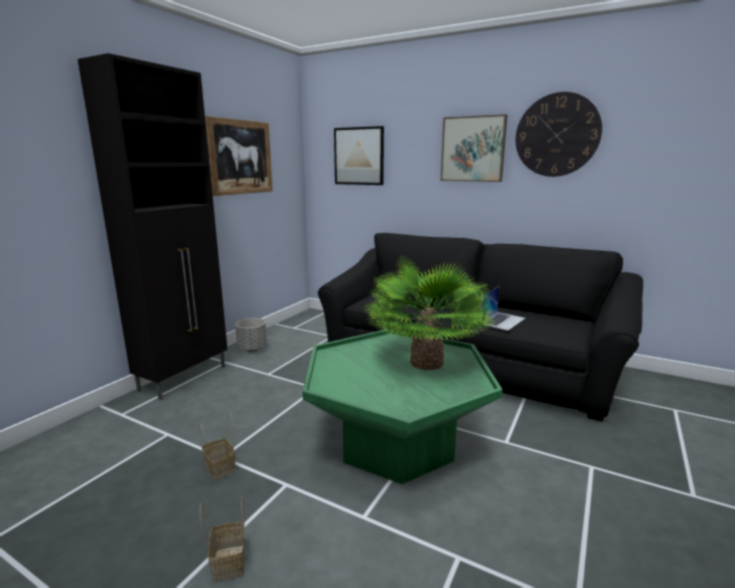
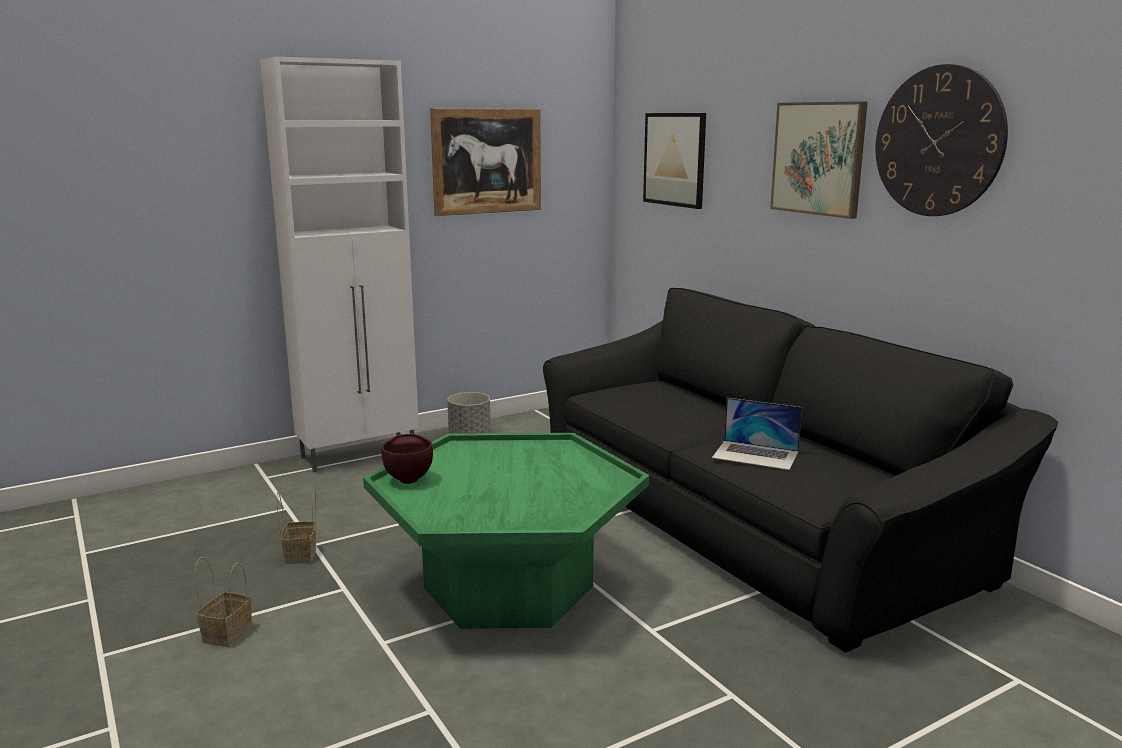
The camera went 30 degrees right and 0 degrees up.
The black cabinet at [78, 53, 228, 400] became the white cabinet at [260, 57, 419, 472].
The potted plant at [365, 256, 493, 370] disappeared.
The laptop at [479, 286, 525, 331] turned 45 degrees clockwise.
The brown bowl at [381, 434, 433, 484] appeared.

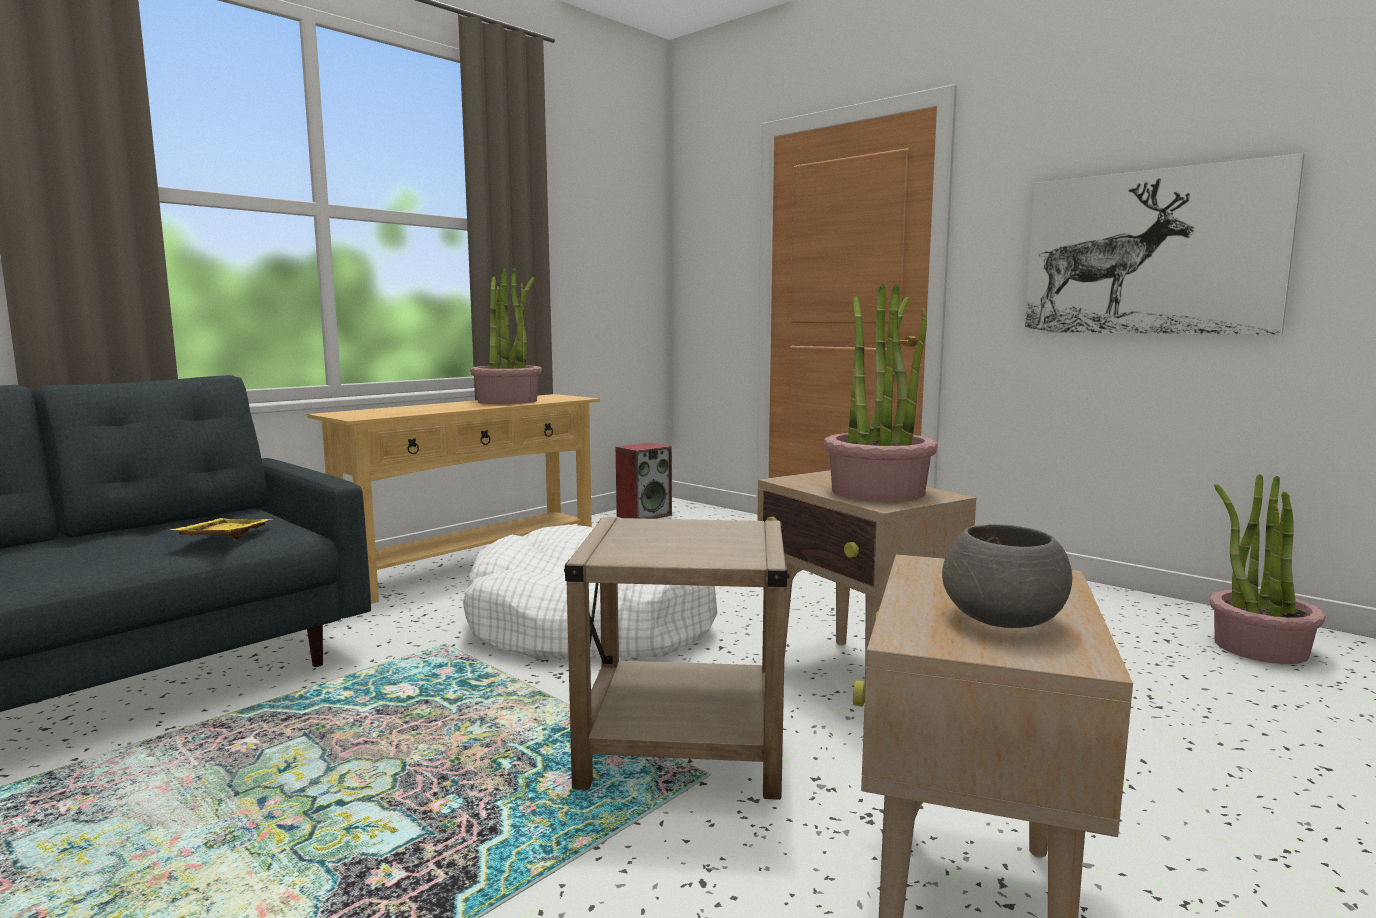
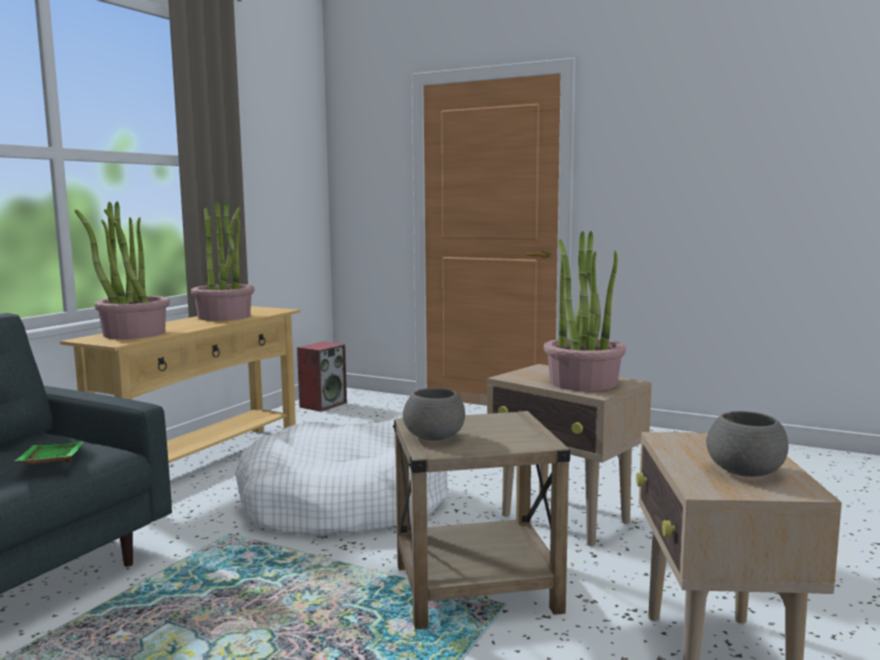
The camera went 15 degrees left and 0 degrees up.
The yellow tray at [169, 518, 273, 539] became the green tray at [15, 442, 84, 464].
The picture at [1024, 153, 1304, 335] disappeared.
The potted plant moved from [1209, 474, 1326, 664] to [75, 201, 170, 339].
The grey bowl at [403, 388, 465, 441] appeared.

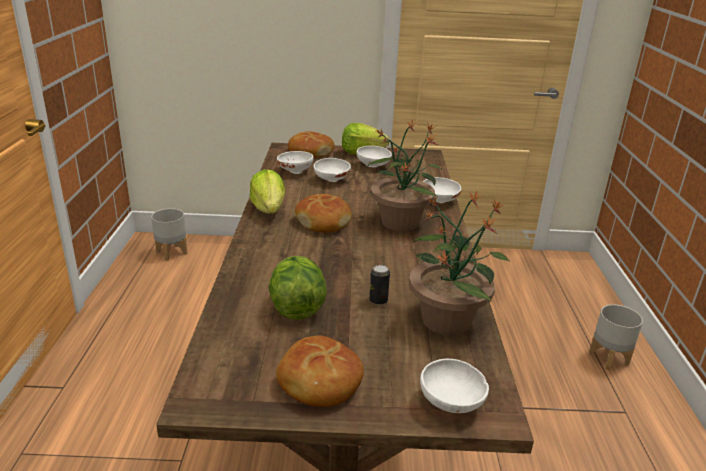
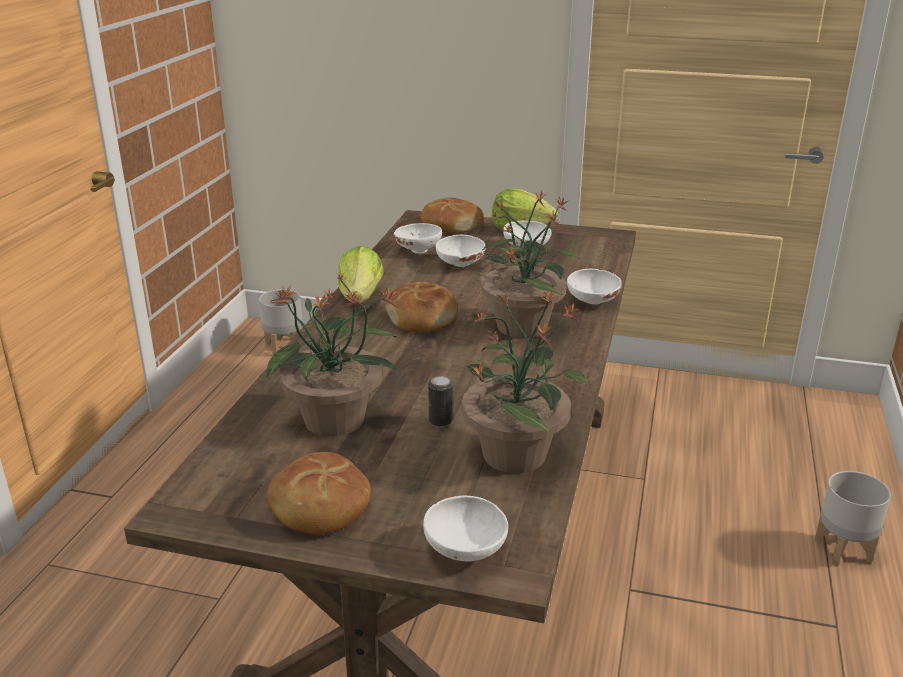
The camera went 15 degrees right and 0 degrees up.
The lettuce at [269, 256, 327, 320] was replaced by the potted plant at [267, 273, 399, 436].

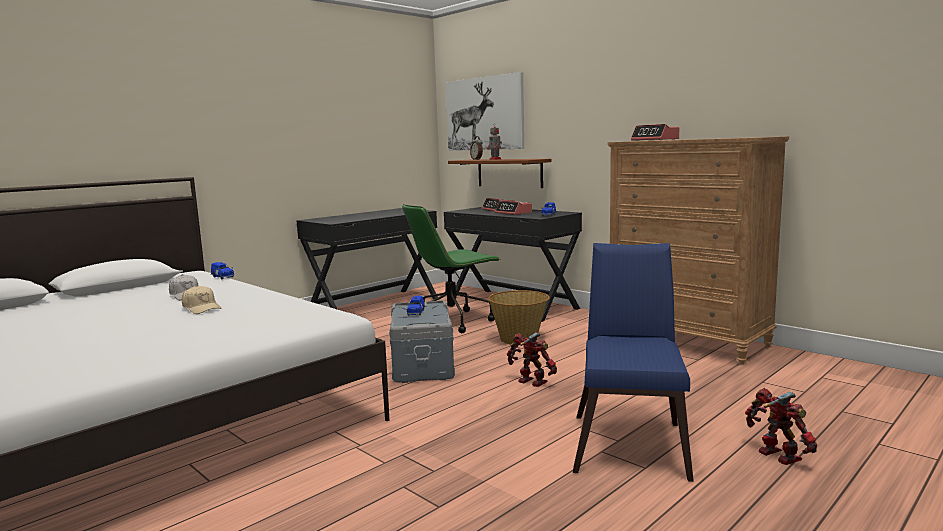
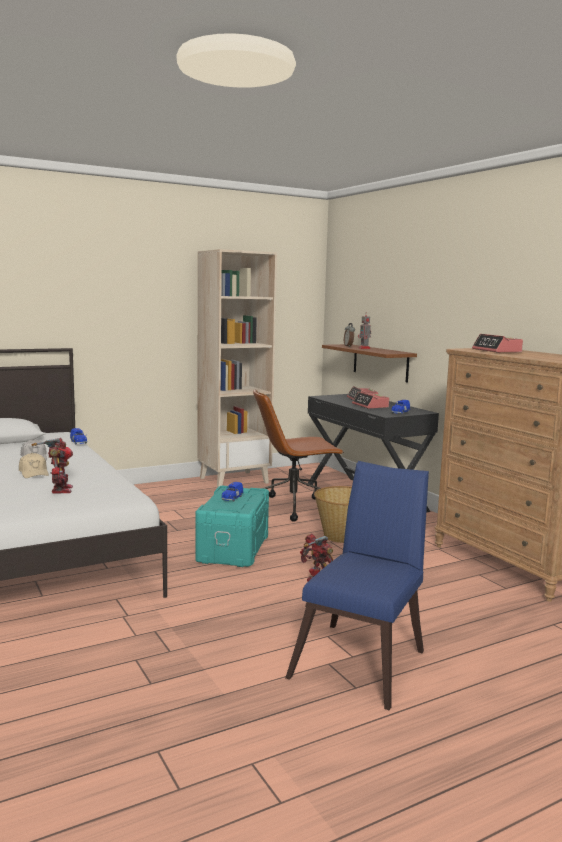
The camera went 15 degrees right and 0 degrees up.
The black desk at [296, 208, 438, 309] was replaced by the beige bookcase at [197, 249, 277, 488].
The grey storage box at [389, 301, 455, 383] became the turquoise storage box at [195, 486, 269, 567].
The green office chair at [402, 204, 500, 333] became the brown office chair at [253, 390, 344, 522].
The picture at [446, 72, 524, 151] disappeared.
The toy robot moved from [745, 388, 817, 465] to [31, 438, 73, 494].

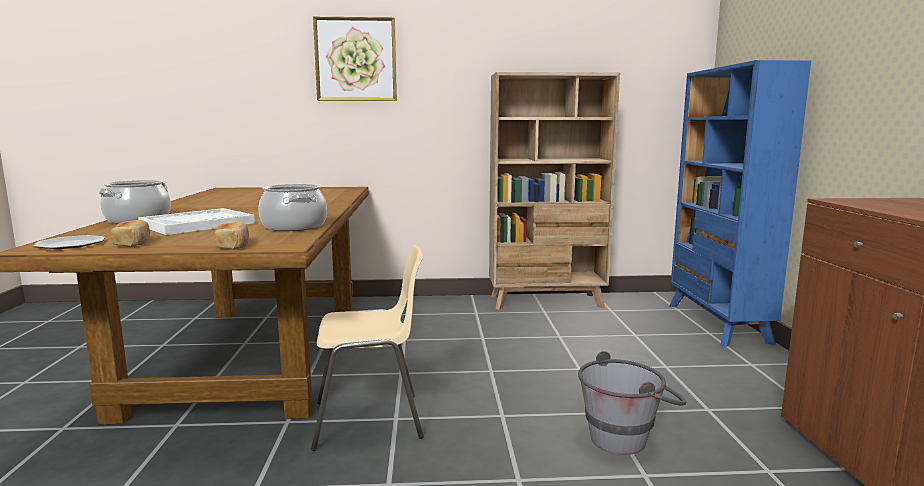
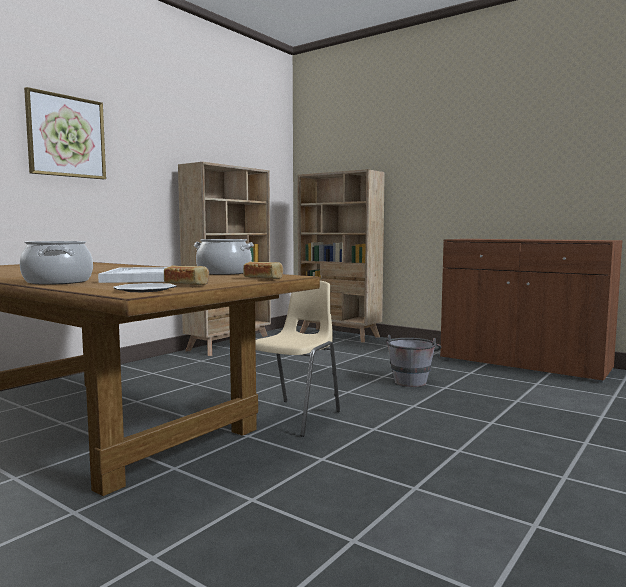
The camera went 50 degrees left and 5 degrees down.
The blue bookcase at [669, 60, 811, 347] became the beige bookcase at [298, 169, 385, 343].

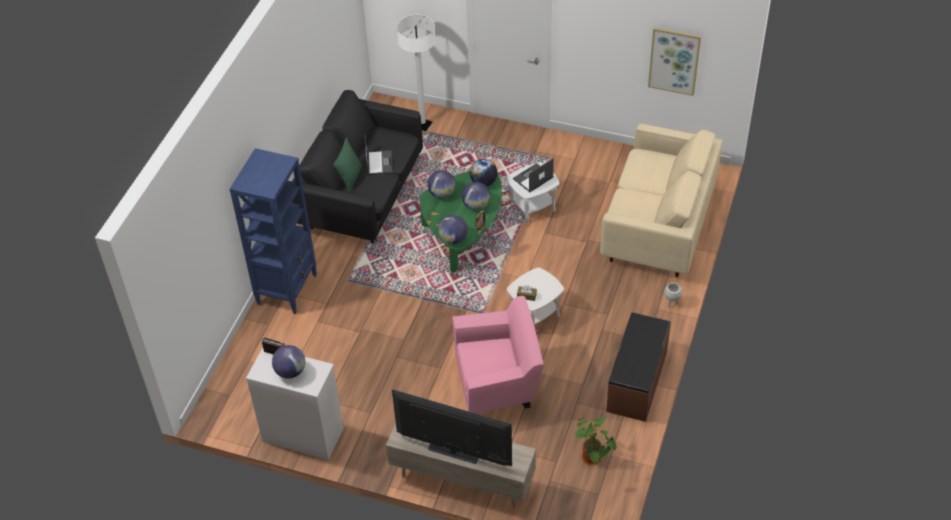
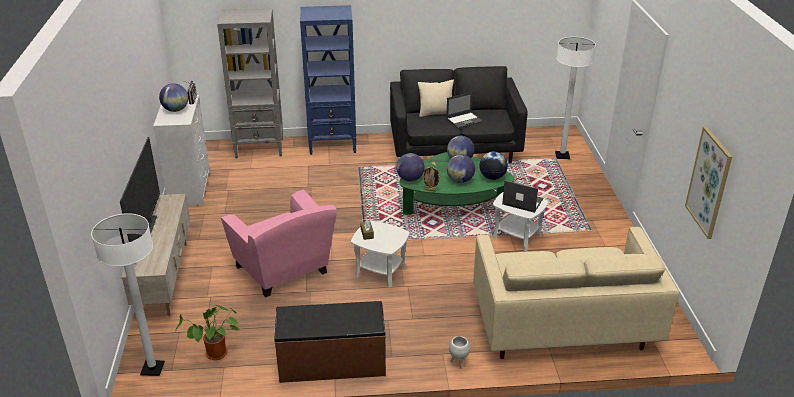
The camera went 65 degrees right and 15 degrees down.
The green pillow at [334, 137, 362, 193] became the beige pillow at [418, 80, 454, 117].
The white floor lamp at [91, 213, 165, 376] appeared.
The grey bookcase at [217, 8, 283, 158] appeared.

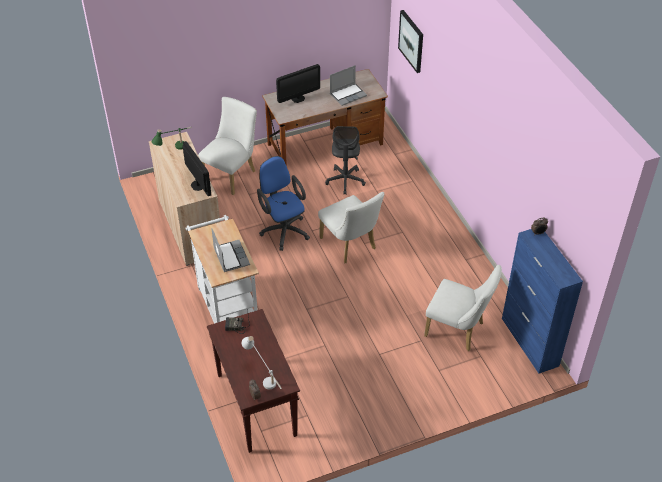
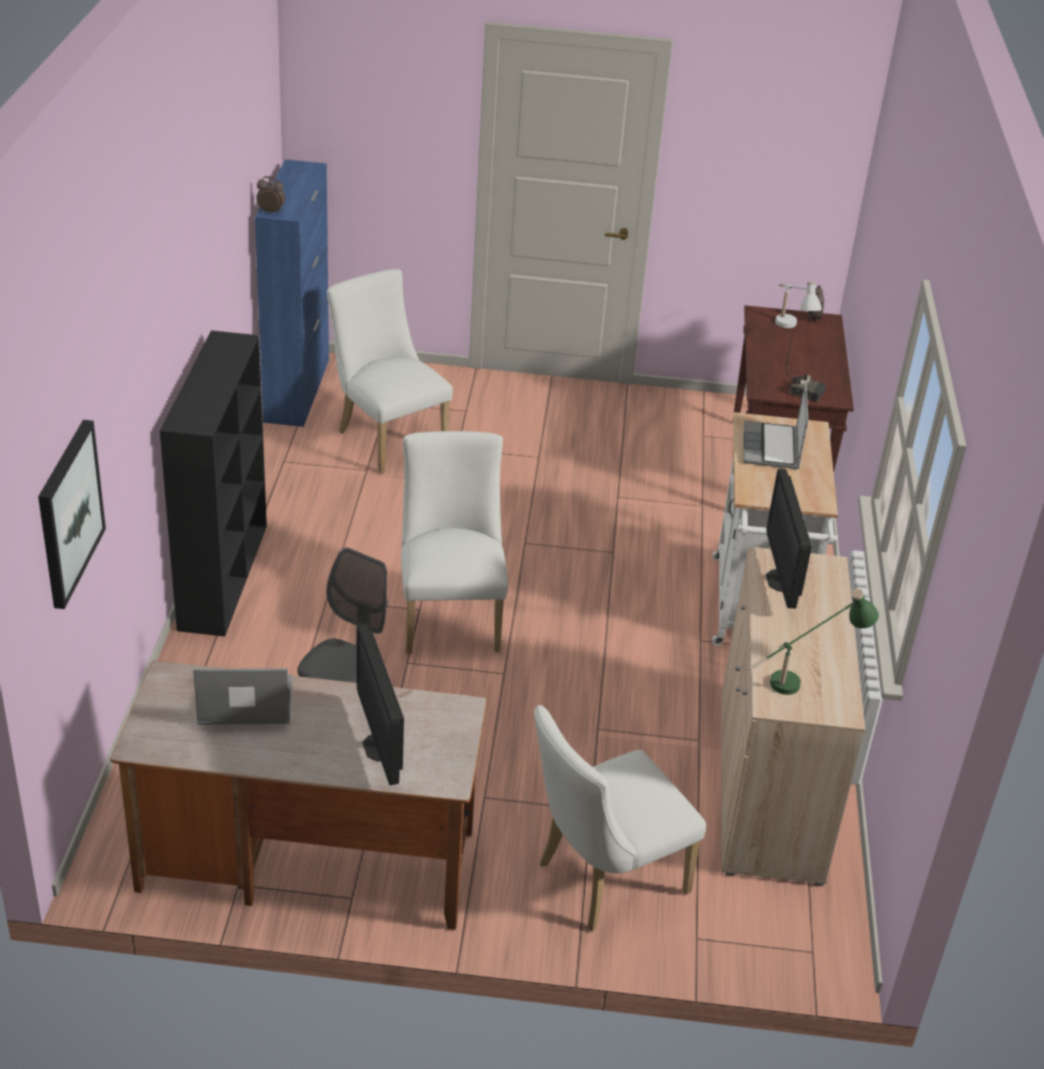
The camera went 155 degrees left and 10 degrees down.
The blue office chair at [257, 156, 310, 251] disappeared.
The monitor at [276, 64, 320, 103] turned 105 degrees counterclockwise.
The black bookcase at [160, 330, 267, 636] appeared.

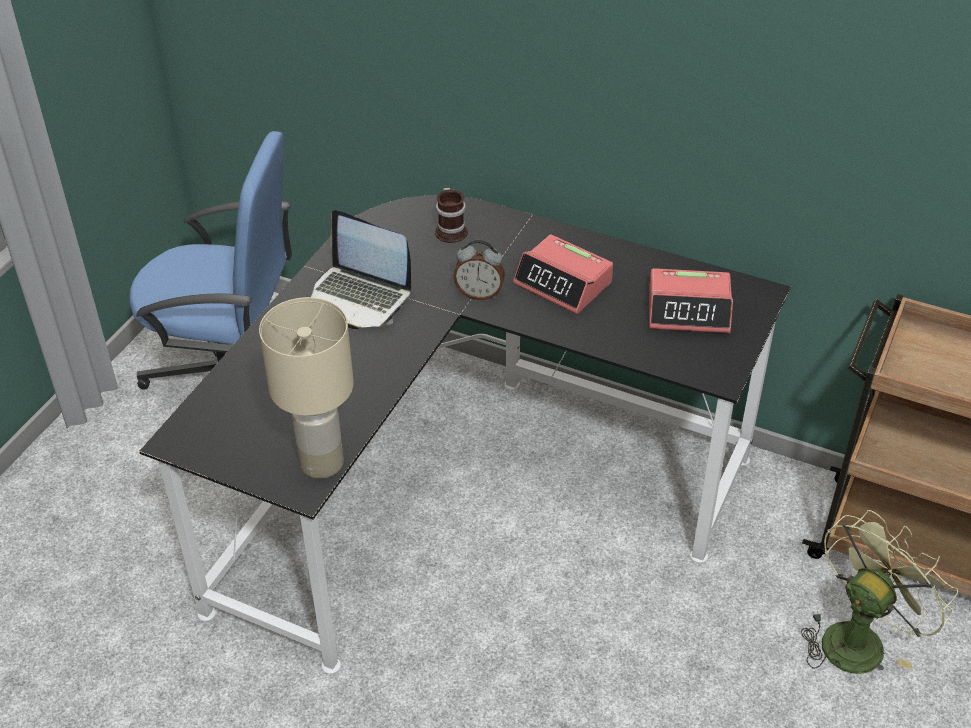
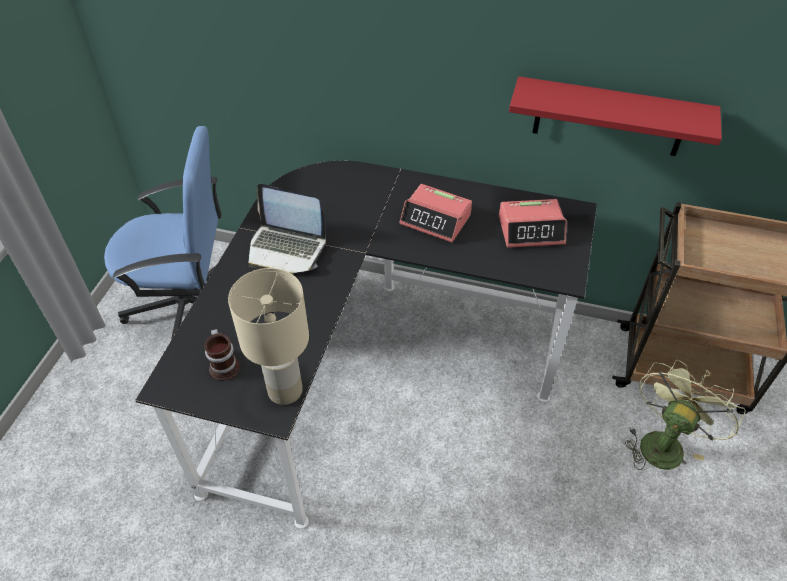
The camera went 10 degrees left and 5 degrees up.
The mug moved from [435, 188, 468, 243] to [204, 329, 240, 381].
The alarm clock at [453, 240, 505, 300] disappeared.
The red shelf at [509, 76, 722, 156] appeared.

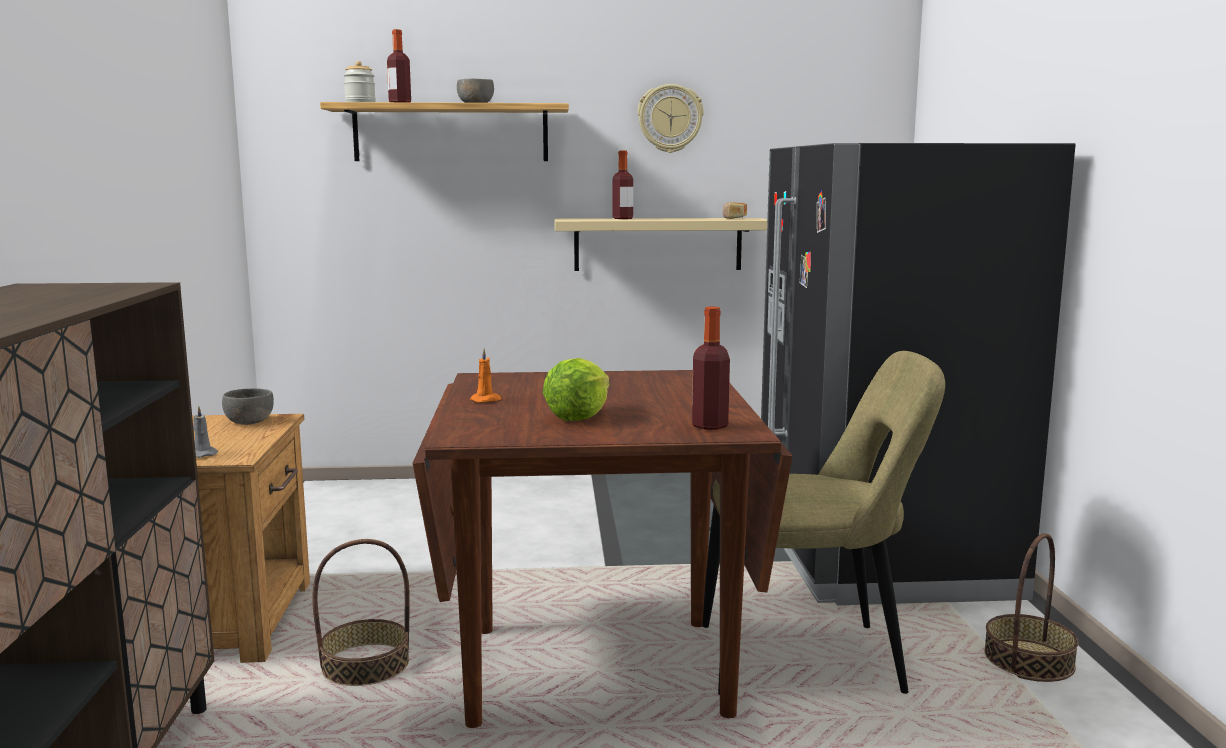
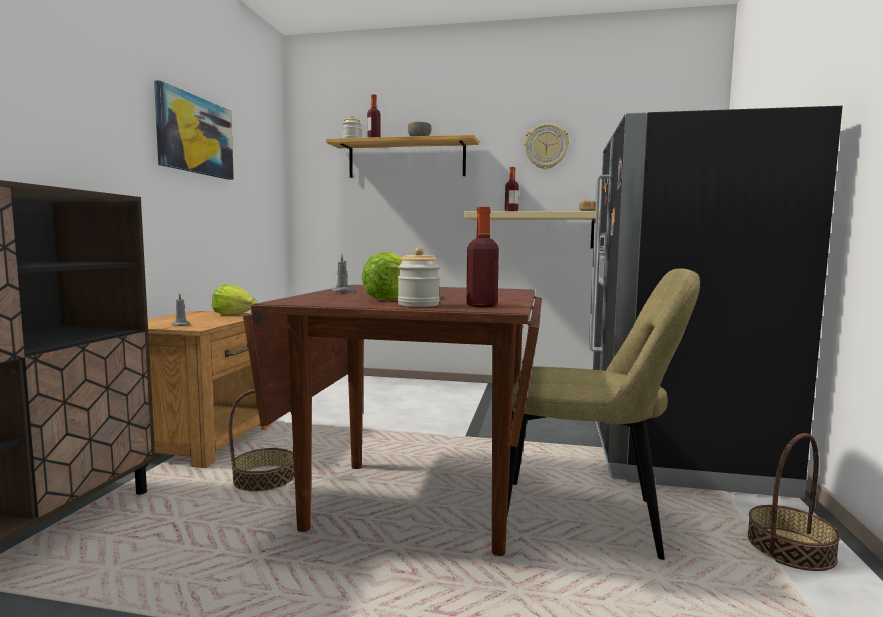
The camera went 15 degrees right and 5 degrees down.
The grey bowl at [222, 388, 274, 425] was replaced by the lettuce at [212, 285, 257, 316].
The orange candle at [470, 348, 502, 403] became the grey candle at [331, 254, 355, 292].
The picture at [154, 80, 234, 180] appeared.
The jar at [398, 248, 440, 307] appeared.

